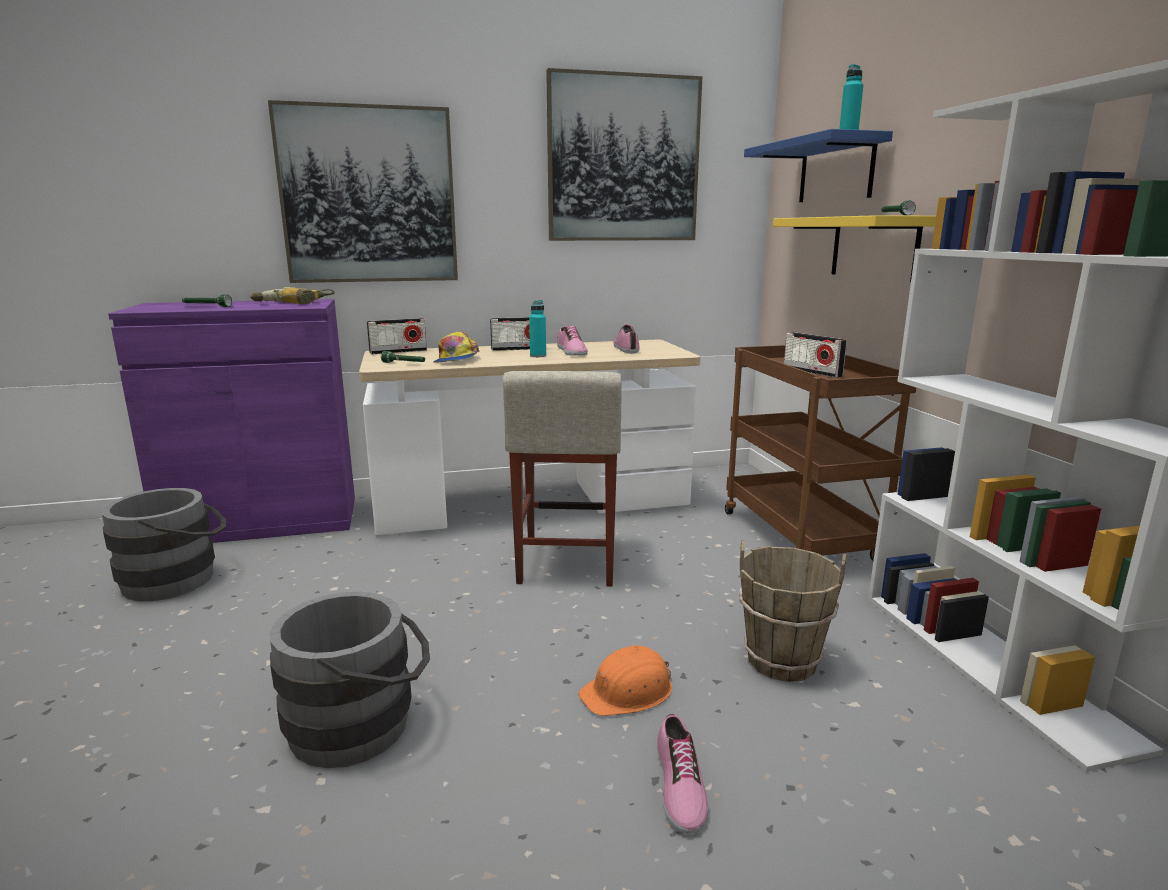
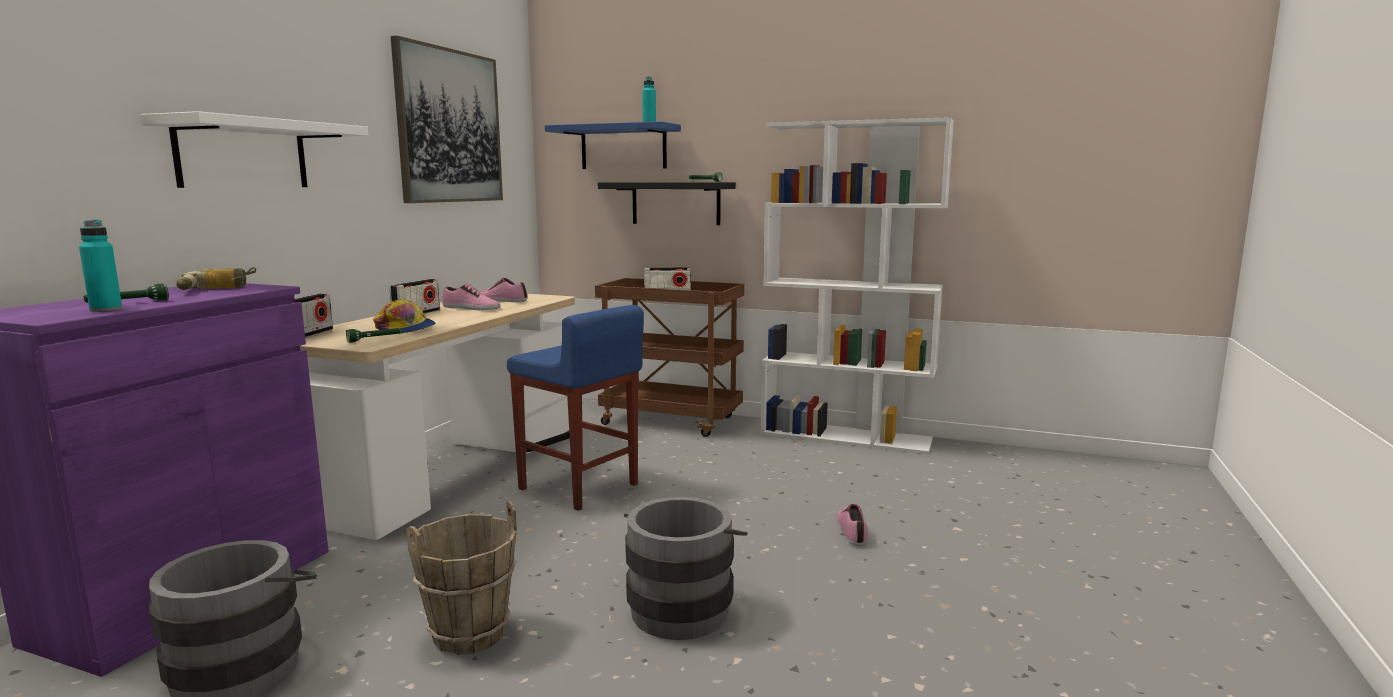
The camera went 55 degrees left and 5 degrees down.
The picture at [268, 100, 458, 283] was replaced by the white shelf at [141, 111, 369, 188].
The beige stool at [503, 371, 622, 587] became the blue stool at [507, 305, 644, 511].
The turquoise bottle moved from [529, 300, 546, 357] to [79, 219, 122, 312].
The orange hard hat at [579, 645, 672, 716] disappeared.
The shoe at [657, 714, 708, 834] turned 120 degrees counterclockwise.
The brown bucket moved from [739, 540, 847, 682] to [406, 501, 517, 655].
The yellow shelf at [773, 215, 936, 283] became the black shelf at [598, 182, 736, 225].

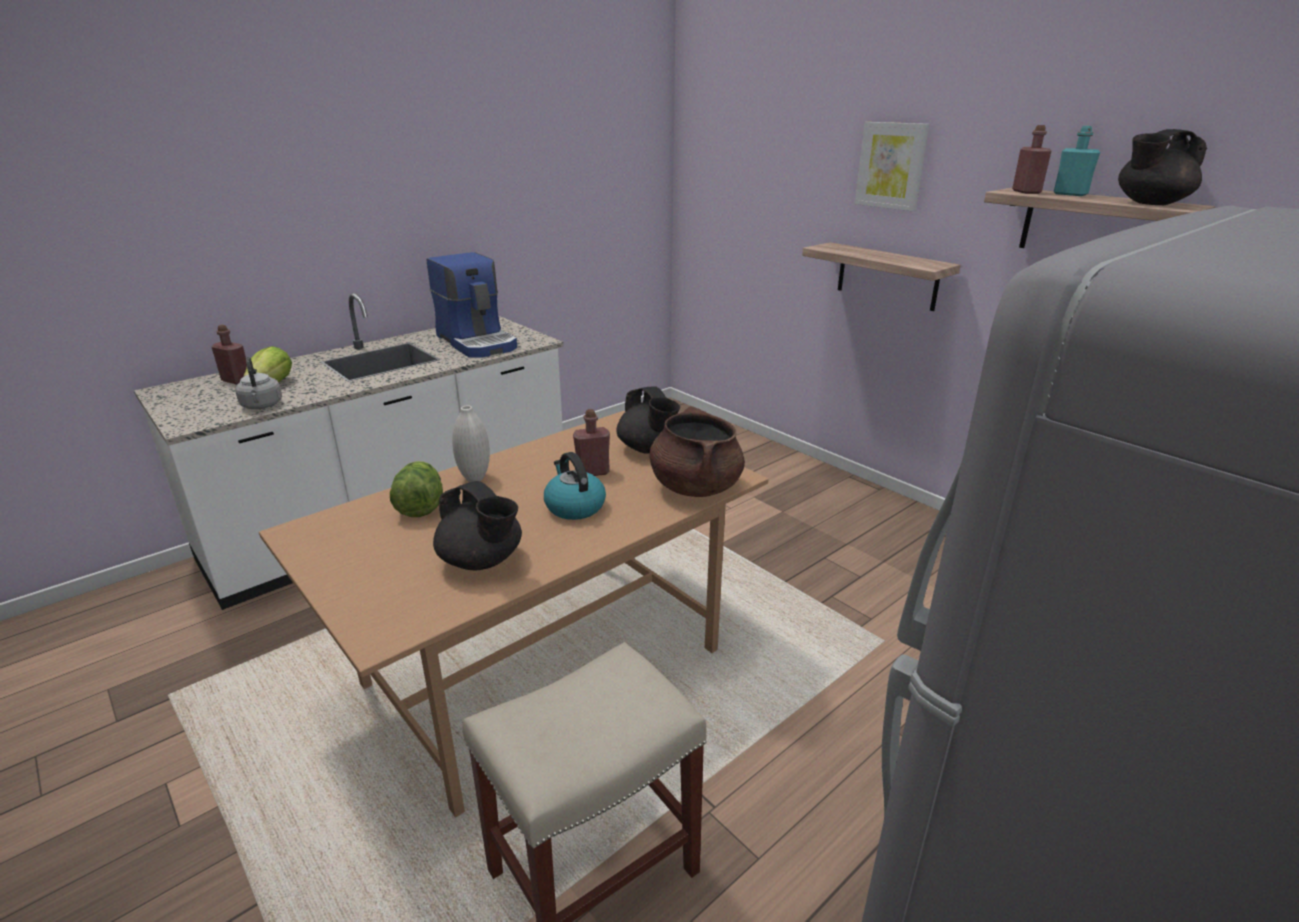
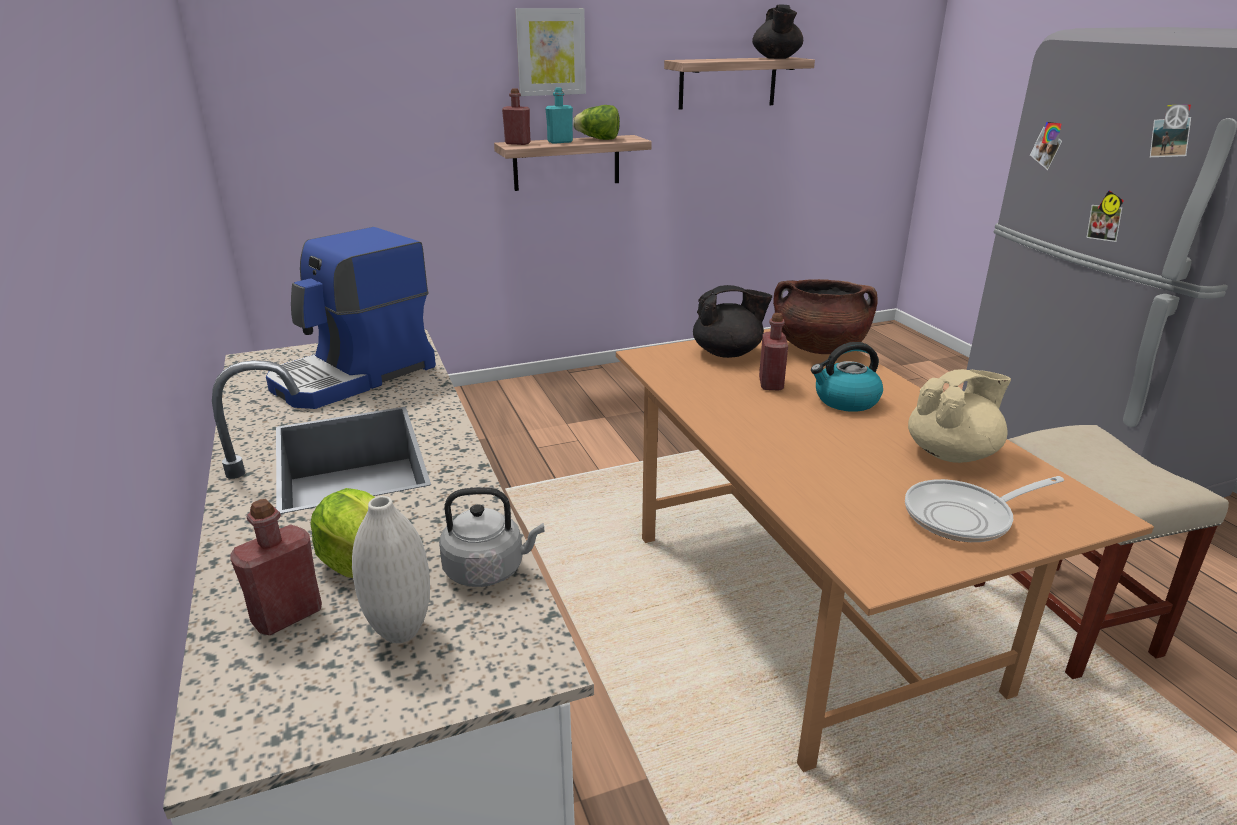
The camera went 70 degrees left and 0 degrees up.
The lettuce moved from [390, 461, 443, 517] to [573, 105, 620, 140].
The coffee machine at [427, 252, 517, 358] turned 150 degrees clockwise.
The black teapot at [433, 481, 522, 570] became the beige teapot at [908, 369, 1011, 463].
The white vase moved from [452, 405, 490, 482] to [352, 496, 430, 643].
The red bottle moved from [1012, 125, 1051, 194] to [502, 88, 531, 145].
The turquoise bottle moved from [1054, 126, 1100, 196] to [545, 87, 573, 144].
The frying pan at [905, 476, 1064, 542] appeared.

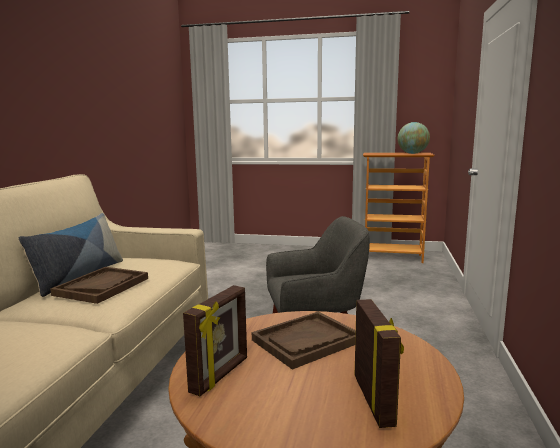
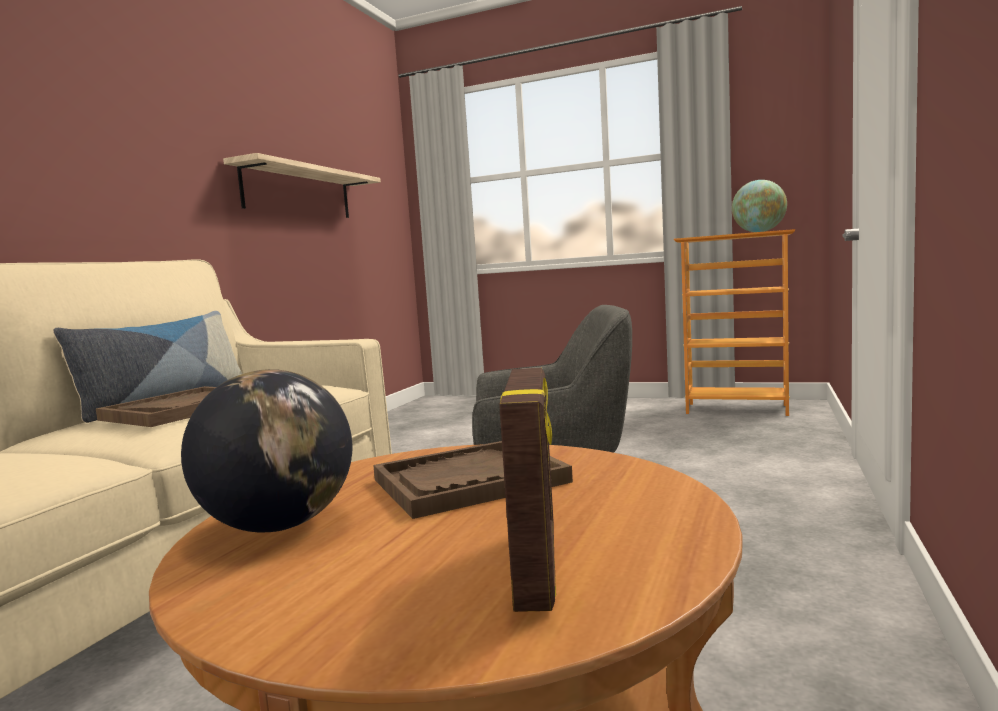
The camera went 10 degrees right and 5 degrees down.
The picture frame at [183, 285, 247, 396] was replaced by the globe at [181, 369, 353, 533].
The shelf at [223, 153, 381, 218] appeared.

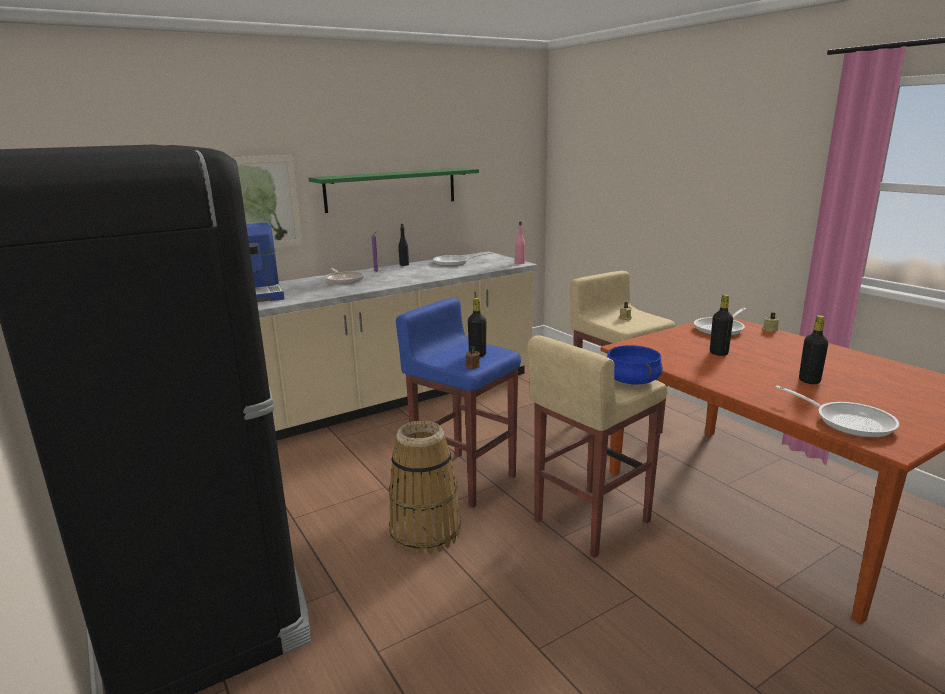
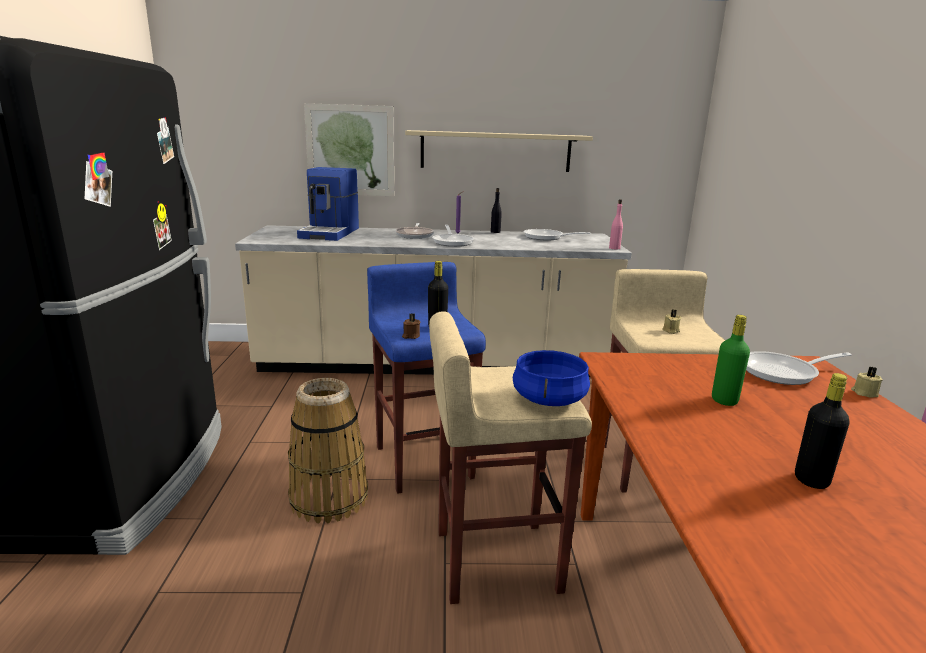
The camera went 30 degrees right and 0 degrees up.
The green shelf at [309, 168, 479, 213] became the beige shelf at [405, 130, 593, 172].
The black bottle at [710, 294, 733, 356] became the green bottle at [712, 315, 750, 406].
The frying pan moved from [775, 386, 899, 438] to [432, 225, 475, 247].

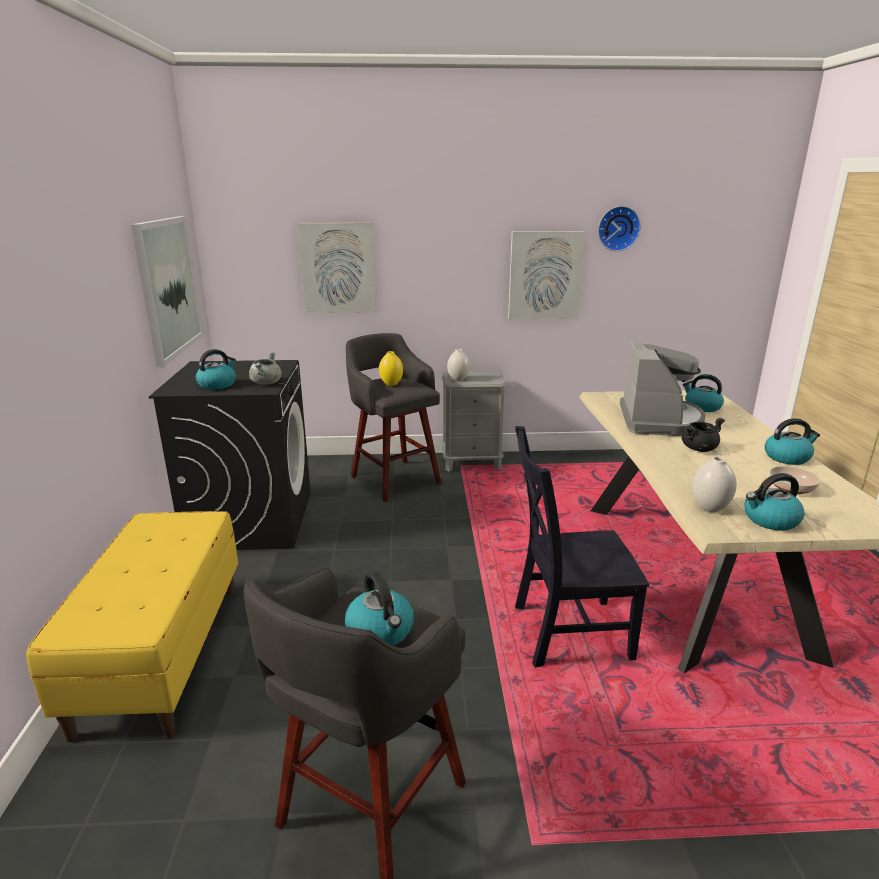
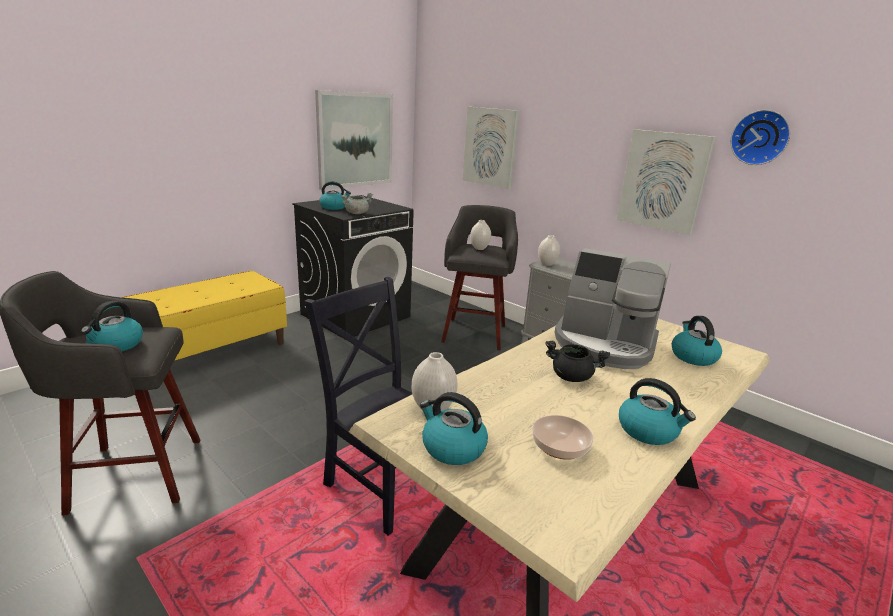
The camera went 45 degrees right and 0 degrees up.
The yellow vase at [379, 351, 403, 386] became the white vase at [470, 220, 491, 250].
The coffee machine at [620, 341, 706, 436] turned 60 degrees clockwise.

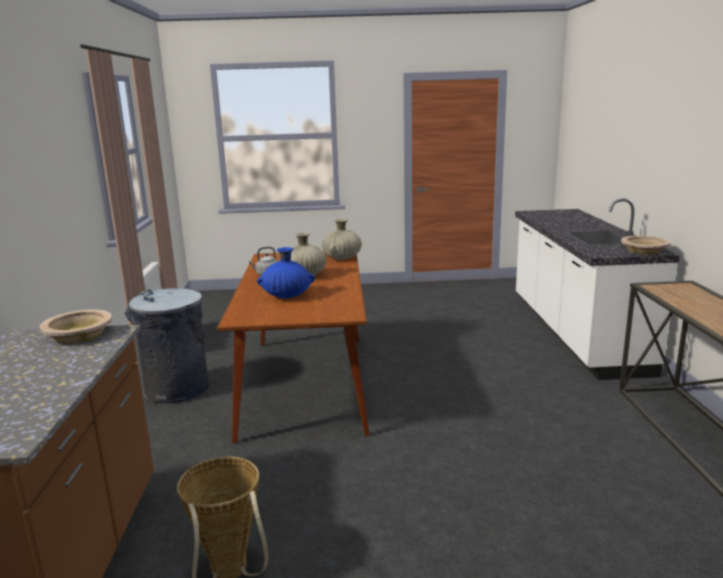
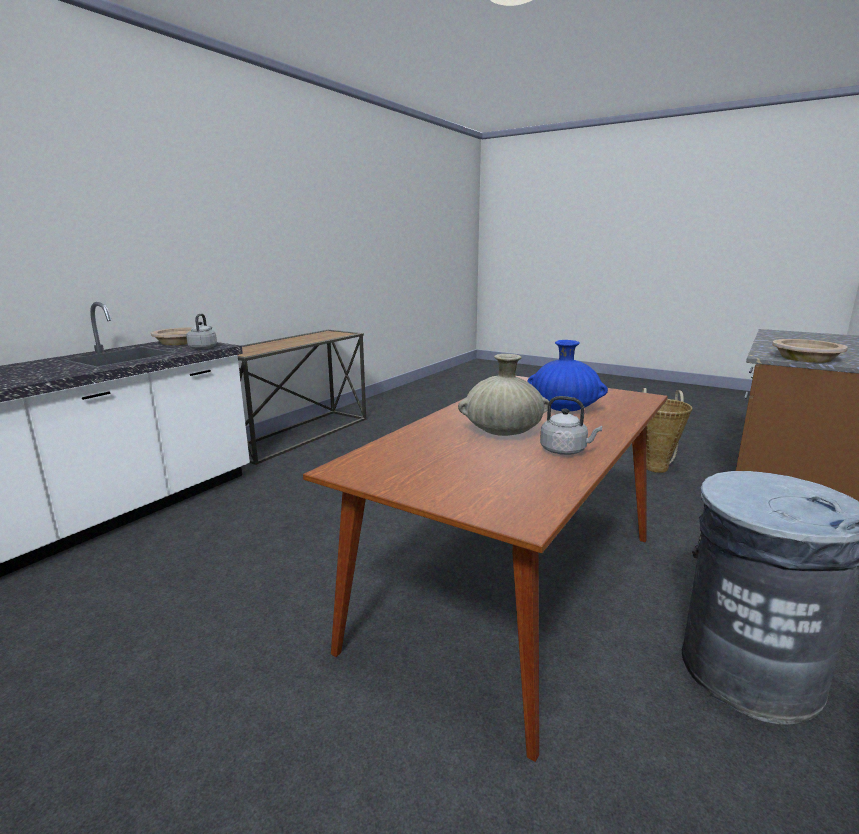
The camera went 145 degrees left and 0 degrees up.
The beige vase at [322, 218, 362, 260] disappeared.
The grey kettle at [186, 314, 217, 349] appeared.

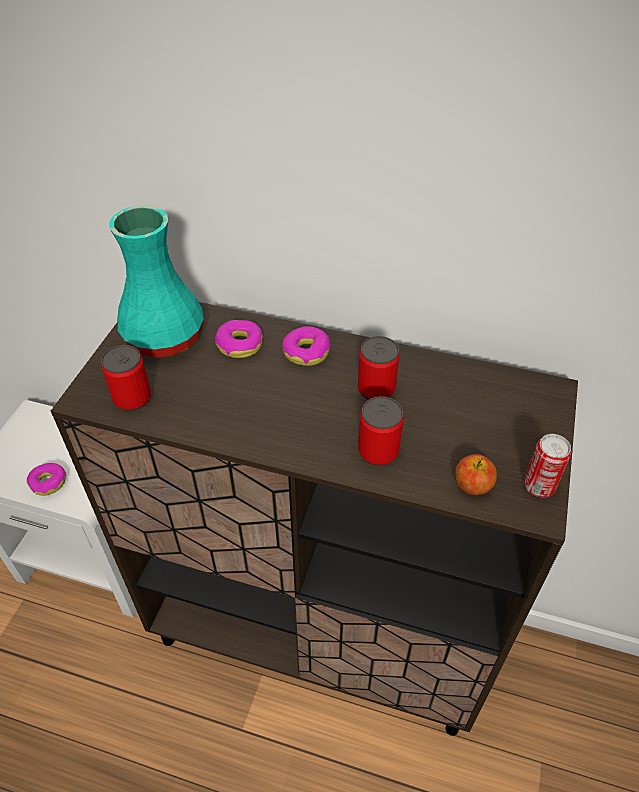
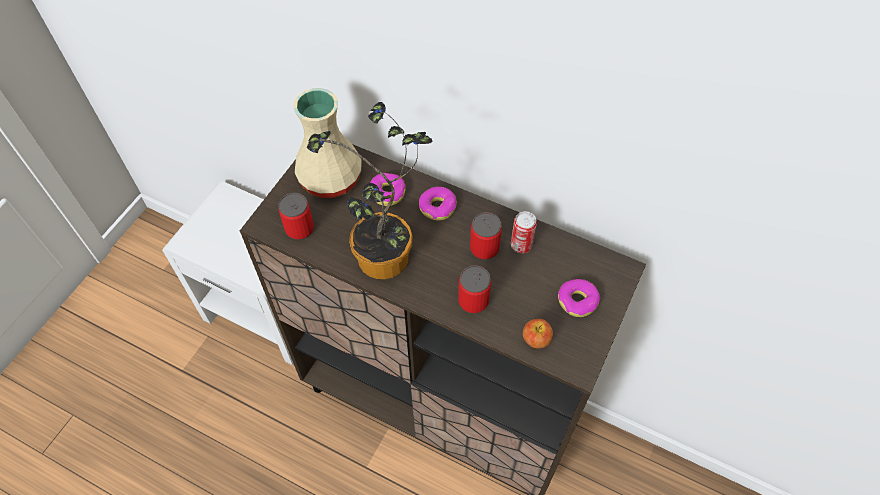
The camera went 10 degrees right and 10 degrees up.
The donut moved from [27, 463, 66, 496] to [558, 279, 600, 317].
The turquoise vase at [109, 205, 204, 358] became the beige vase at [293, 88, 362, 198].
The can moved from [524, 434, 571, 497] to [511, 211, 537, 253].
The potted plant at [307, 102, 433, 279] appeared.

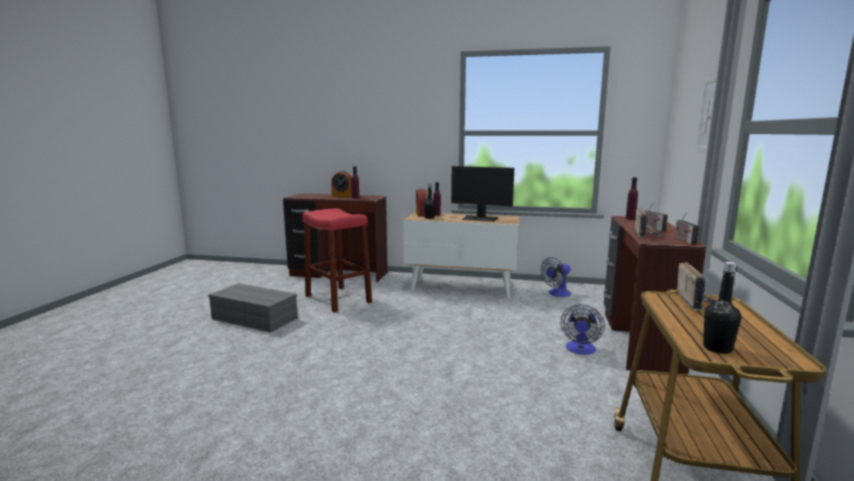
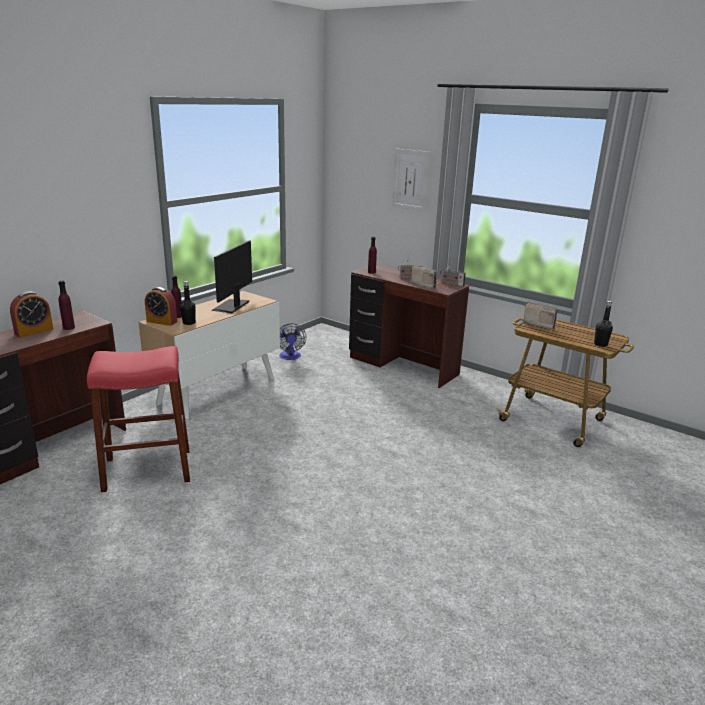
The camera went 65 degrees left and 10 degrees up.
The grey storage box at [208, 284, 298, 333] disappeared.
The monitor at [451, 166, 514, 222] turned 150 degrees clockwise.
The fan at [561, 304, 605, 355] disappeared.

